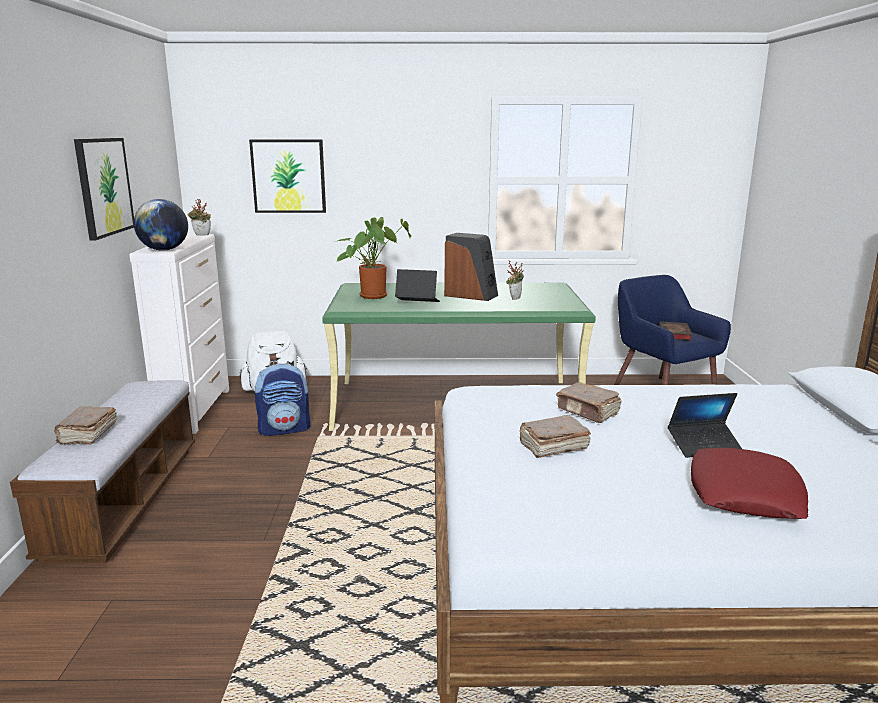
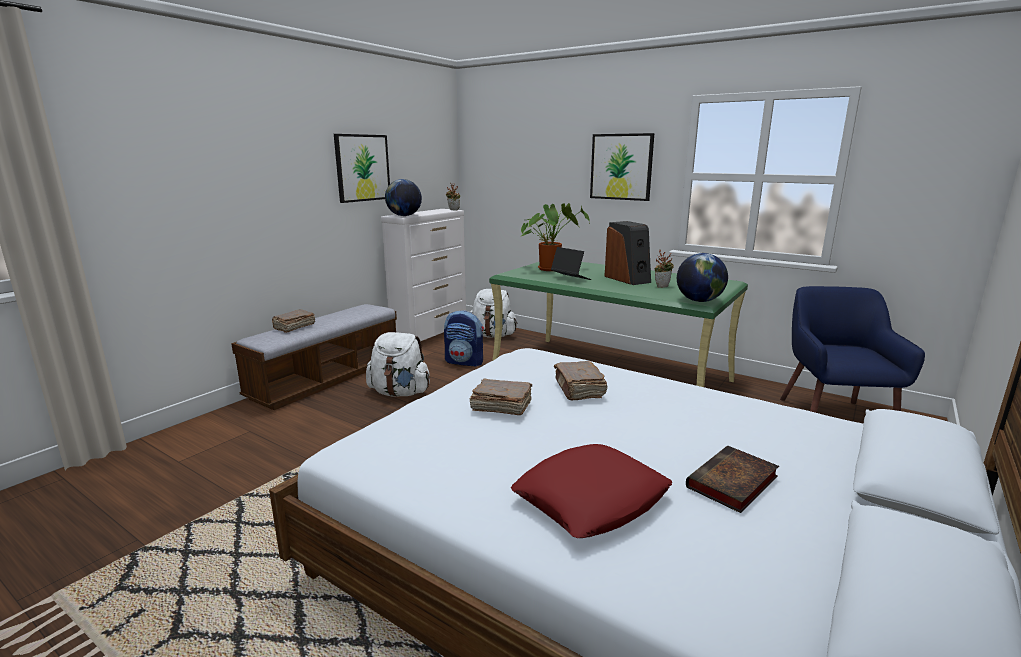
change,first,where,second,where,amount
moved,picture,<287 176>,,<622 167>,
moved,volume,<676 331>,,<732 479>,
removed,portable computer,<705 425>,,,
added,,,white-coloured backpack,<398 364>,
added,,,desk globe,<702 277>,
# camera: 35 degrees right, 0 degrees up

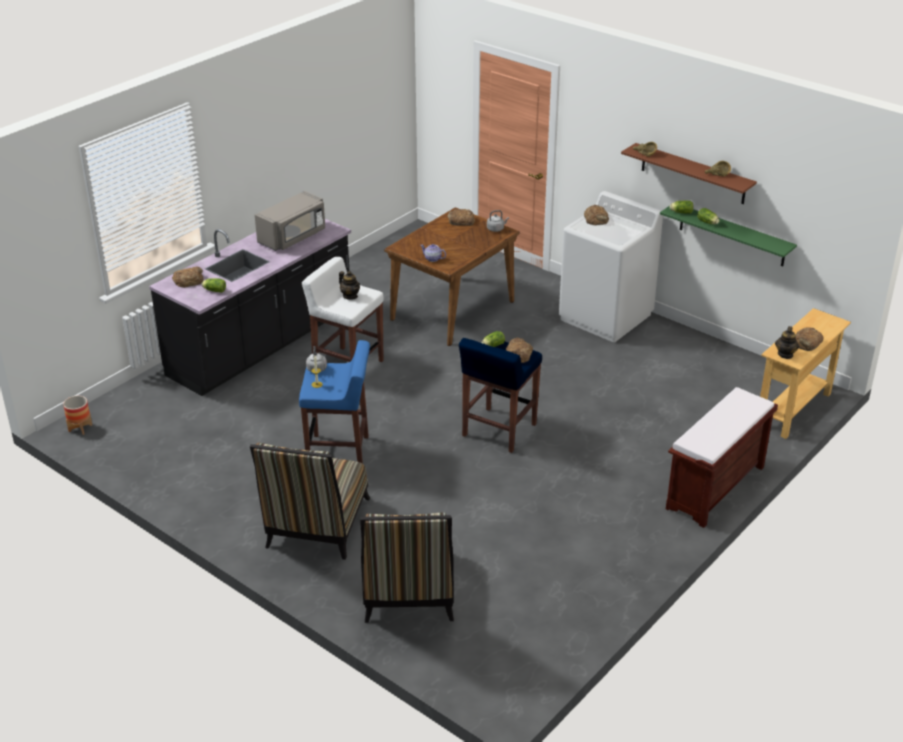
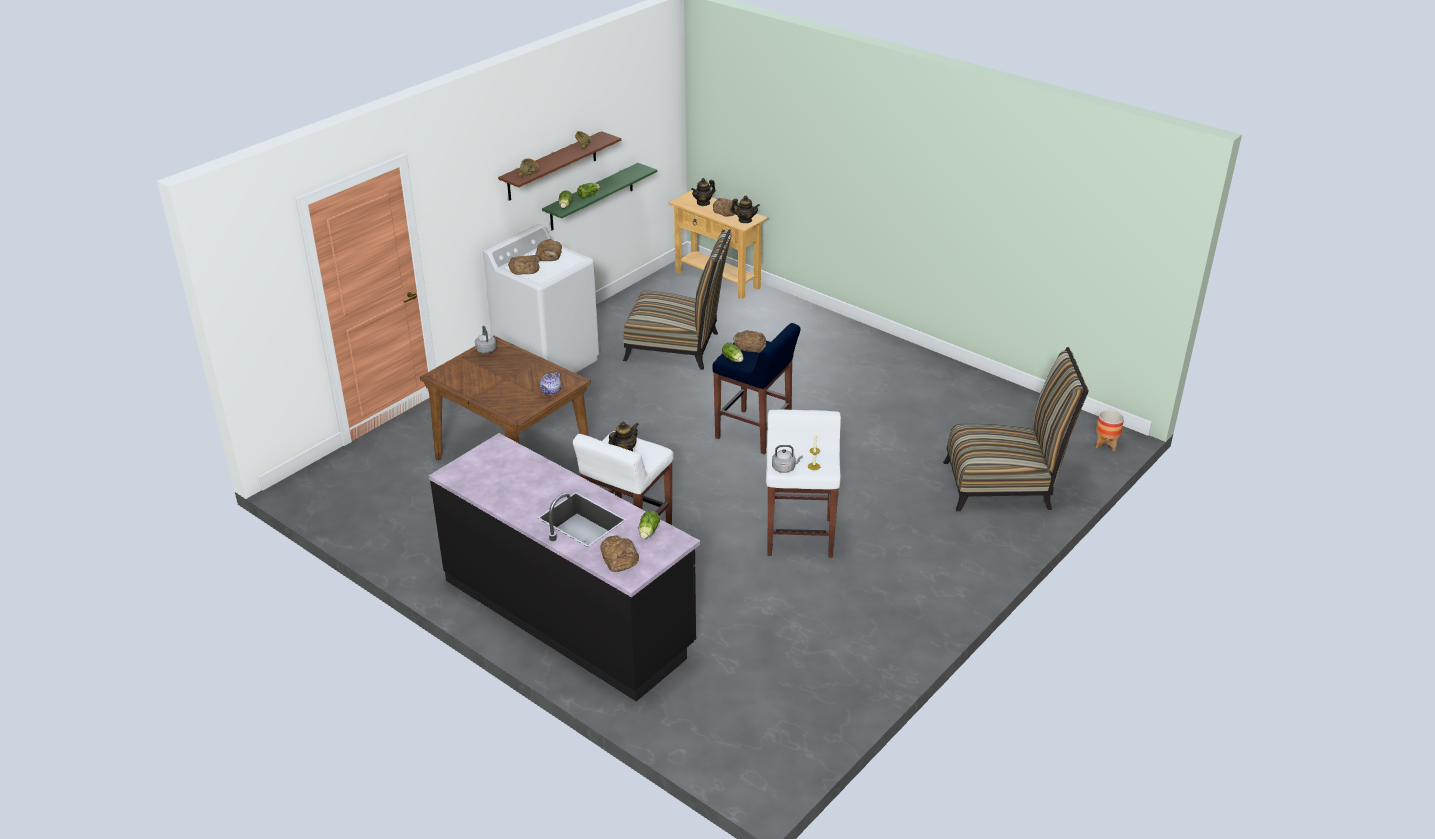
change,first,where,second,where,amount
moved,flower pot,<77 415>,,<1110 430>,
moved,plain chair,<310 501>,,<677 300>,
removed,grey microwave,<290 221>,,,
recoloured,blue stool seat,<334 401>,white-coloured stool seat,<803 483>,
moved,baked bread,<461 217>,,<548 250>,
removed,brown-coloured bench,<722 457>,,,
added,,,teapot,<703 192>,
# camera: 90 degrees left, 0 degrees up

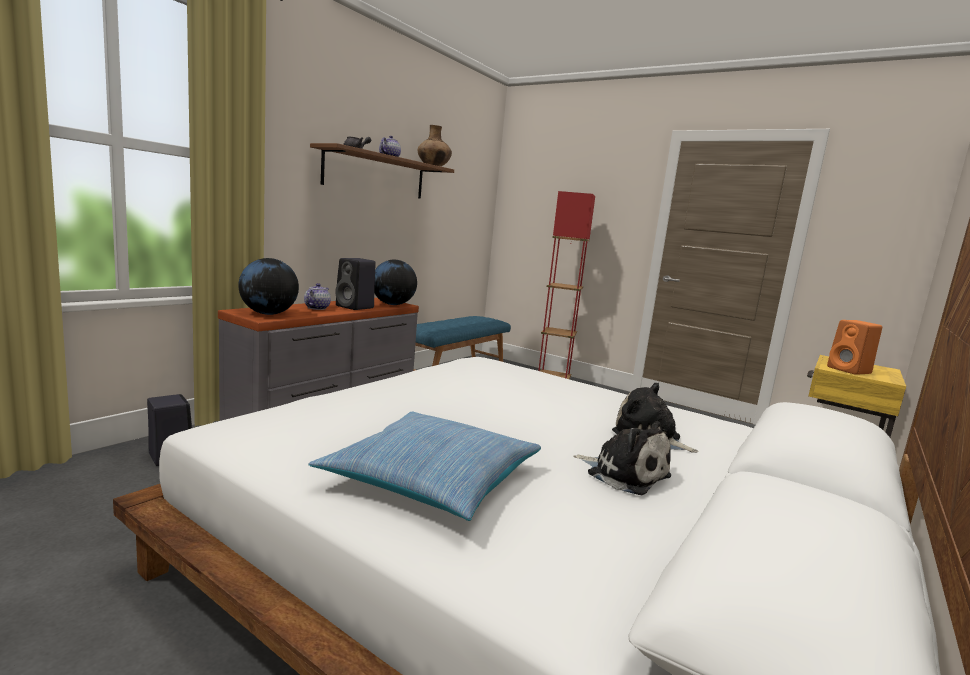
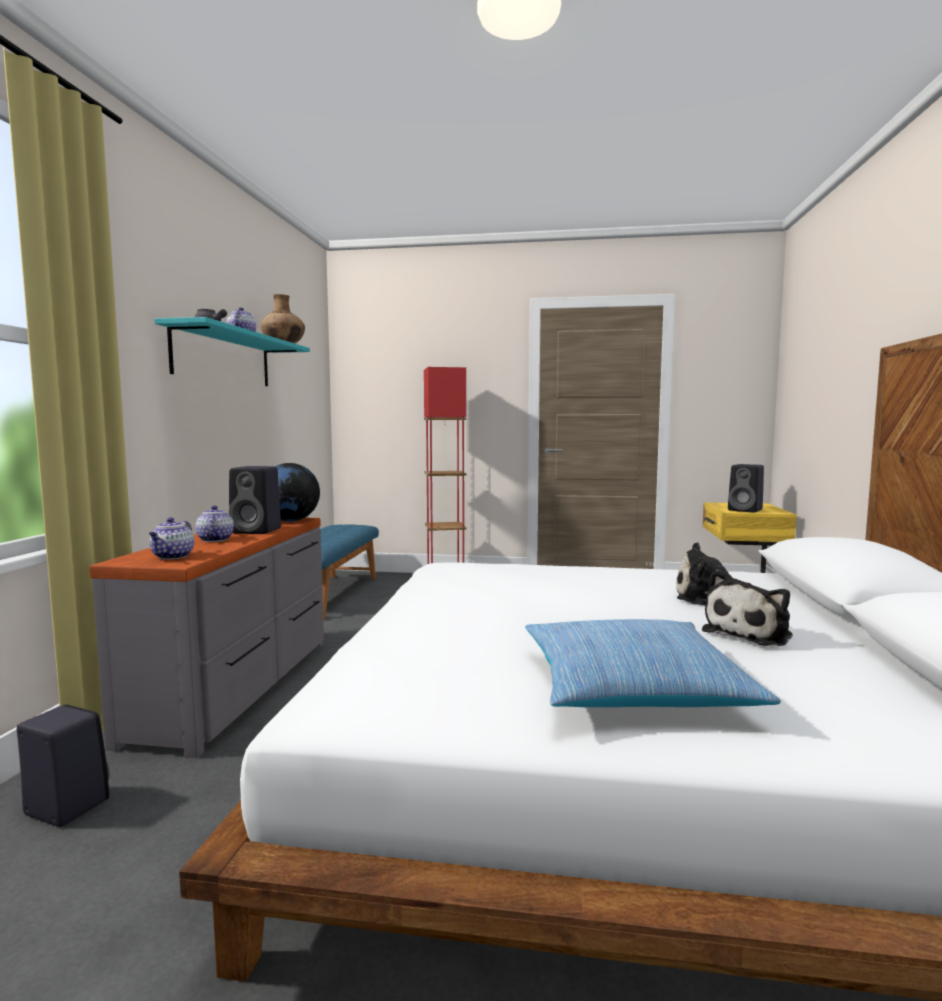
change,first,where,second,where,amount
replaced,desk globe,<268 286>,teapot,<172 538>,
recoloured,brown-coloured shelf,<382 171>,turquoise-coloured shelf,<232 351>,
turned,plush toy,<622 458>,,<747 608>,120 degrees clockwise
recoloured,orangey audio speaker,<854 347>,blackish audio speaker,<746 488>,
# camera: 25 degrees left, 5 degrees down

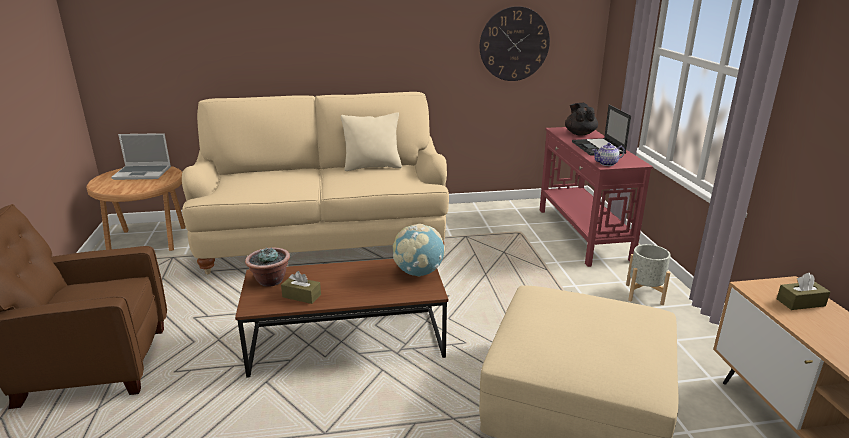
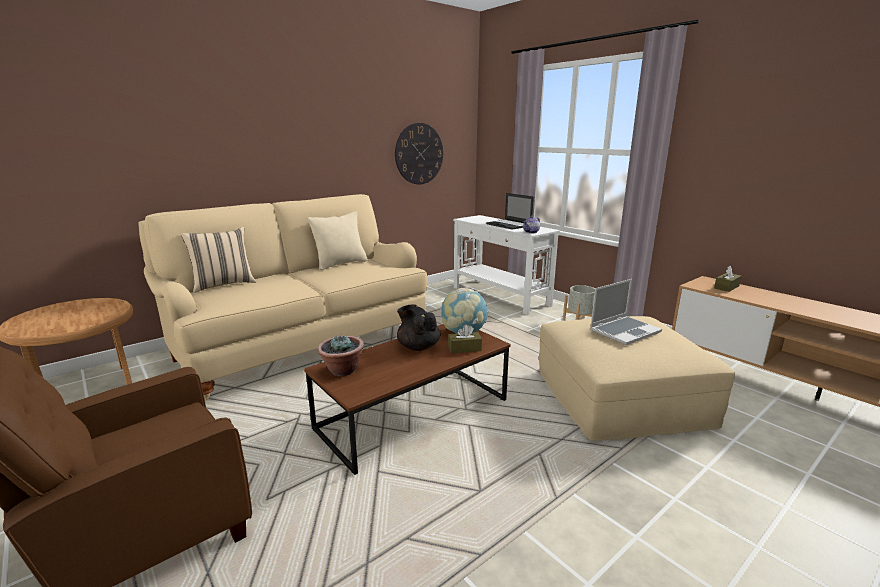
change,first,where,second,where,amount
moved,portable computer,<141 156>,,<626 312>,
moved,brown-coloured tissue box,<301 287>,,<465 339>,
recoloured,reddish narrow table,<596 197>,white-coloured narrow table,<506 265>,
moved,blackish teapot,<581 119>,,<419 327>,
added,,,beige-coloured throw pillow,<218 260>,
# camera: 30 degrees left, 5 degrees down

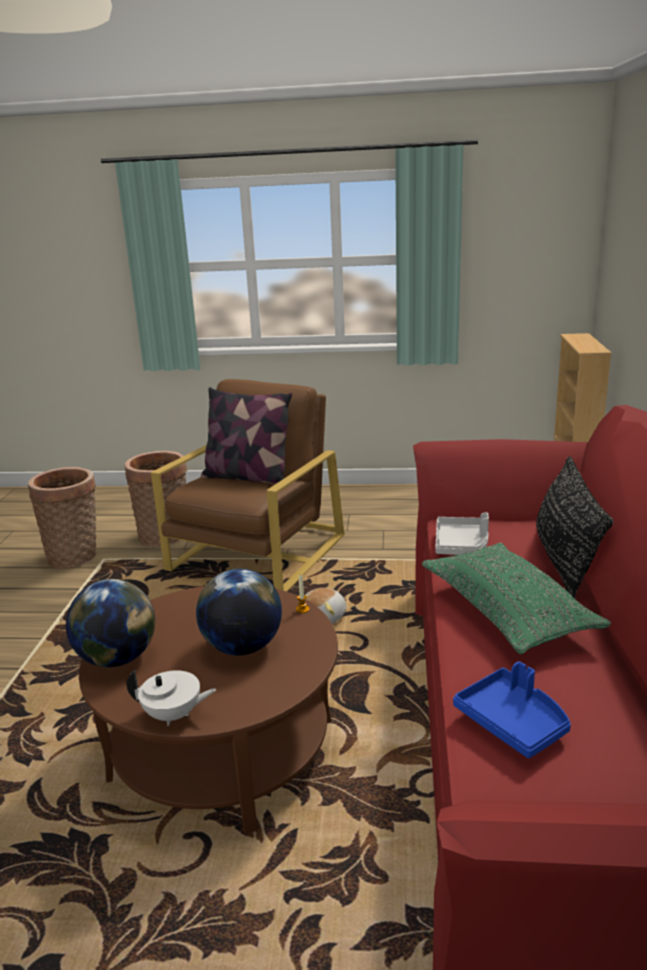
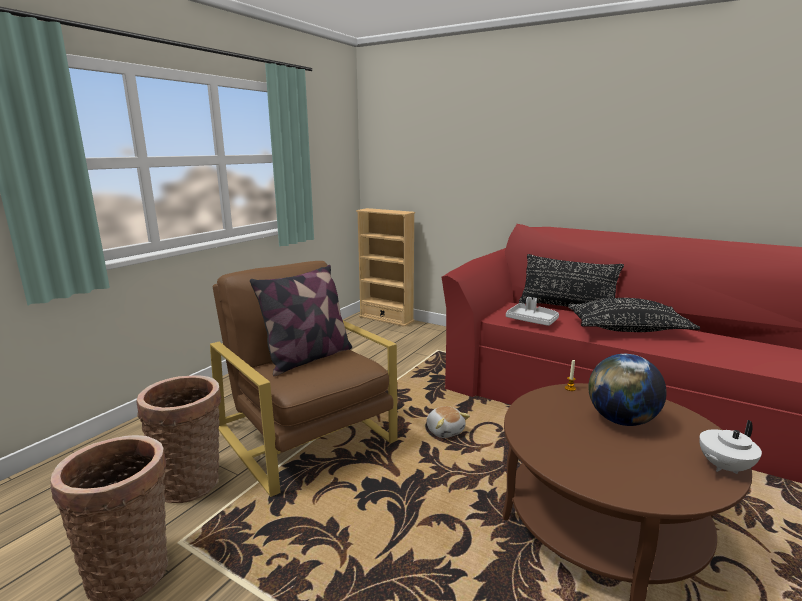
change,first,where,second,where,amount
removed,desk globe,<110 623>,,,
turned,white-coloured teapot,<171 698>,,<730 447>,150 degrees counterclockwise
recoloured,green throw pillow,<516 598>,blackish throw pillow,<634 315>,
removed,blue tray,<512 710>,,,
# camera: 65 degrees left, 5 degrees down

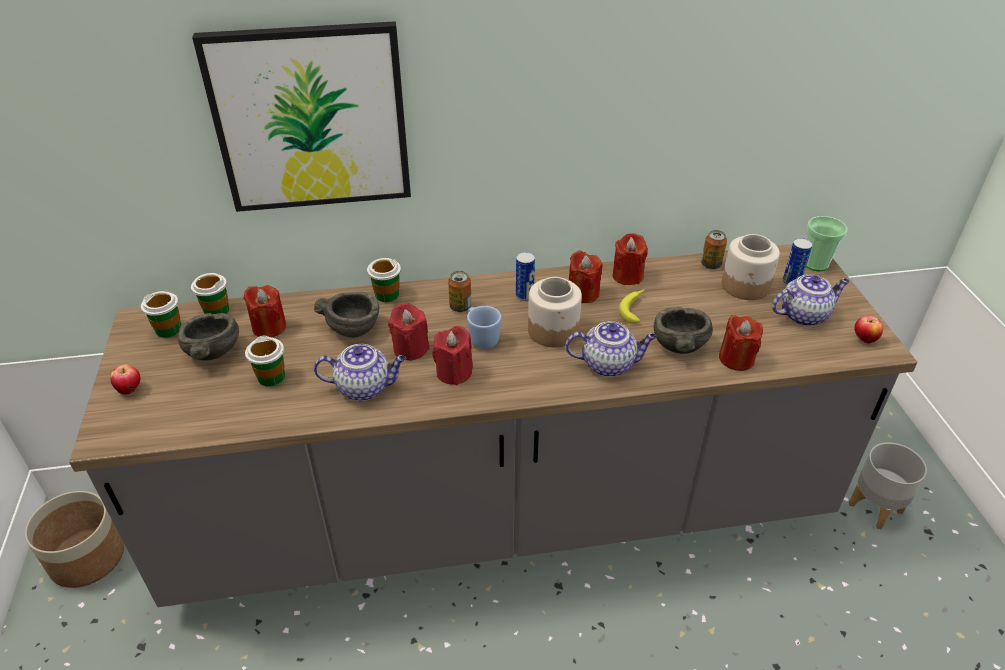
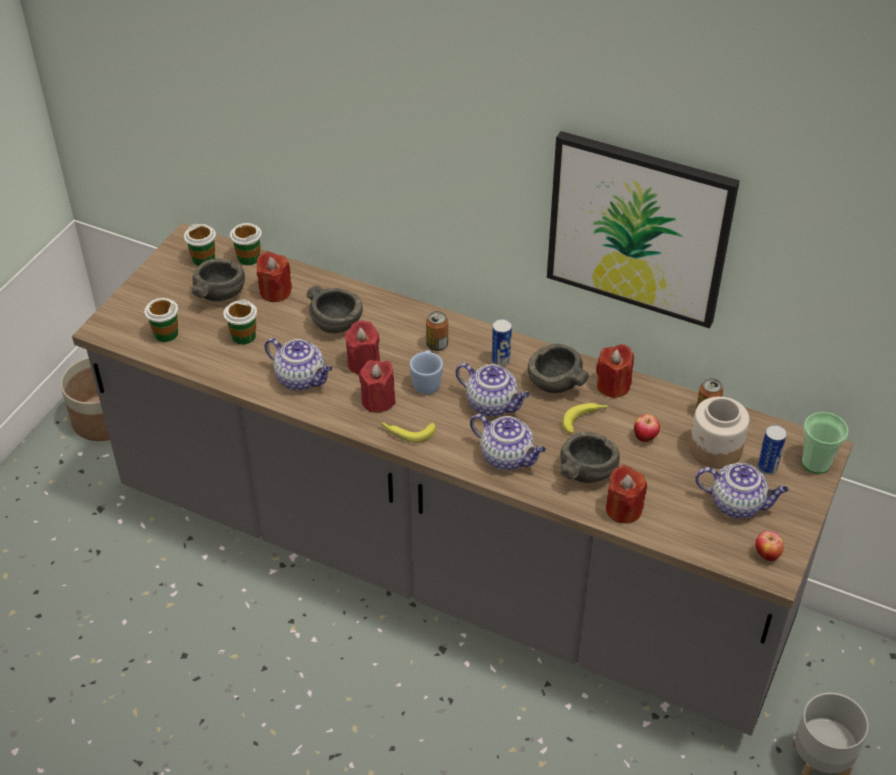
change,first,where,second,where,amount
moved,whole apple,<125 380>,,<647 428>,
moved,picture,<301 116>,,<643 230>,
moved,drinking cup,<384 280>,,<161 320>,
replaced,jar,<555 312>,teapot,<493 390>,
replaced,reddish wax light,<585 277>,grey deep dish,<558 368>,
added,,,whole banana,<408 432>,
# camera: 35 degrees right, 5 degrees up

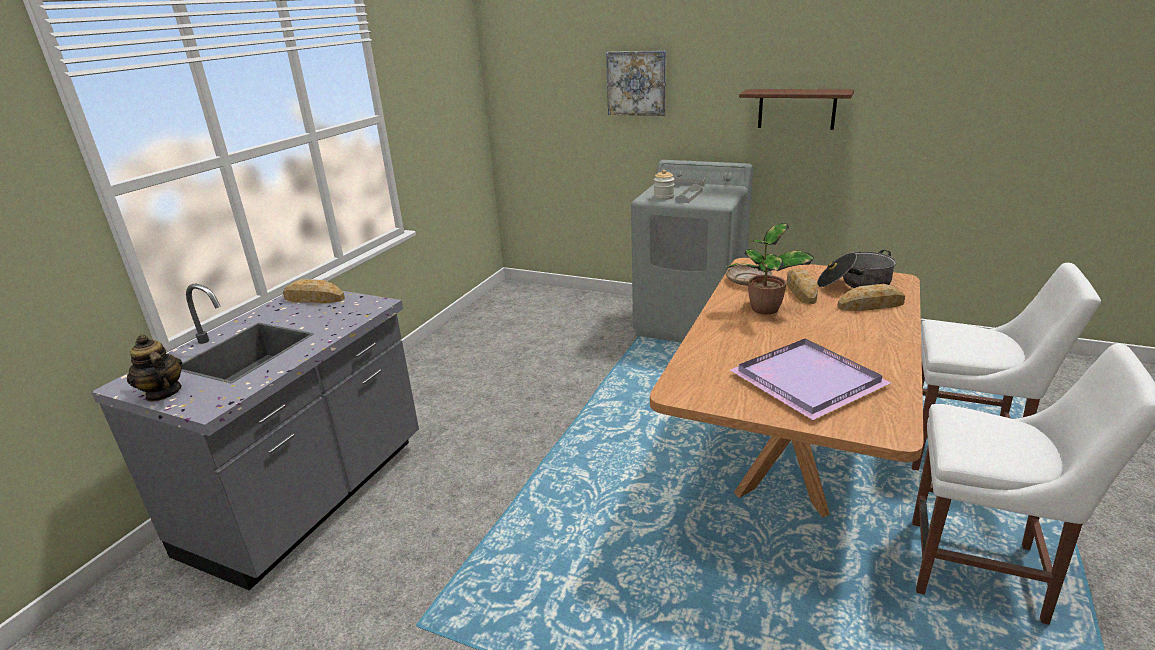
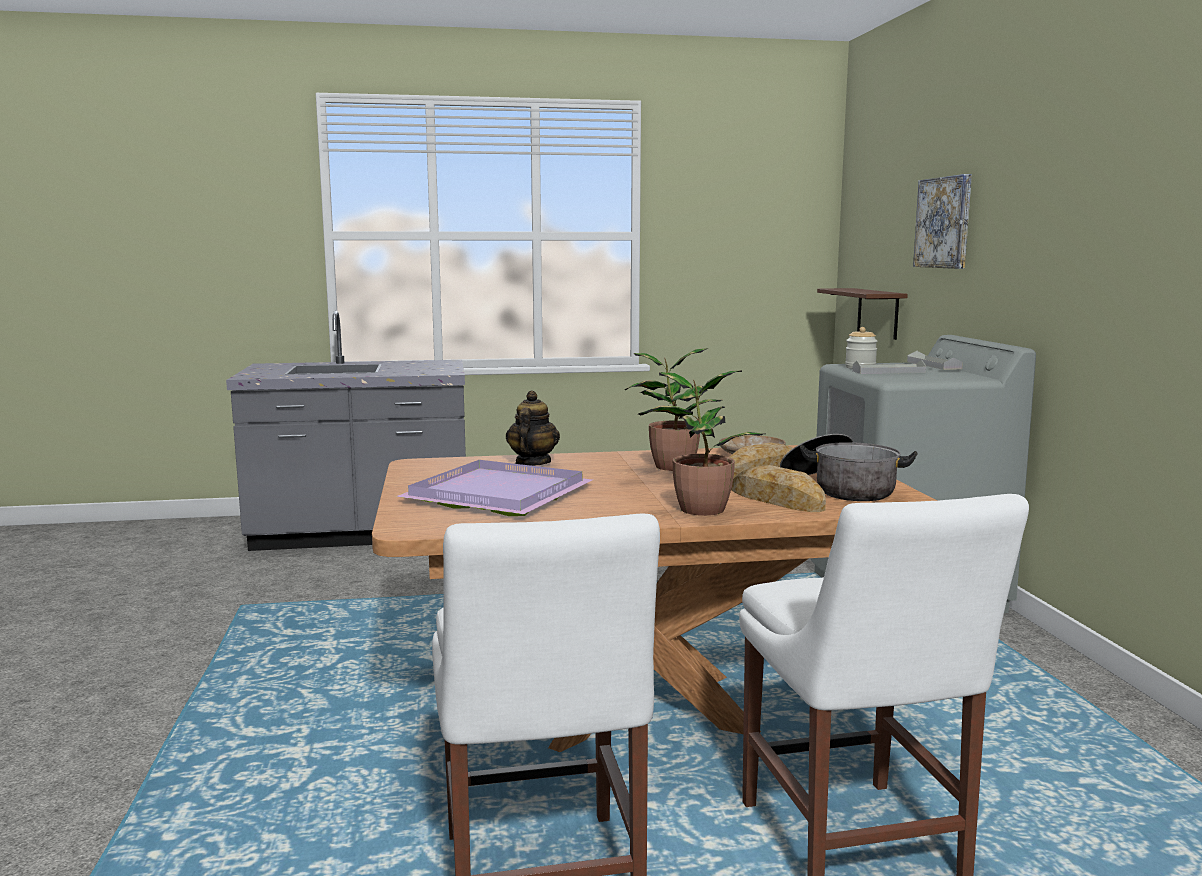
change,first,where,second,where,amount
moved,teapot,<155 368>,,<533 428>,
removed,baked bread,<314 291>,,,
moved,brown-coloured shelf,<796 109>,,<862 314>,
added,,,potted plant,<701 443>,
# camera: 55 degrees right, 15 degrees down

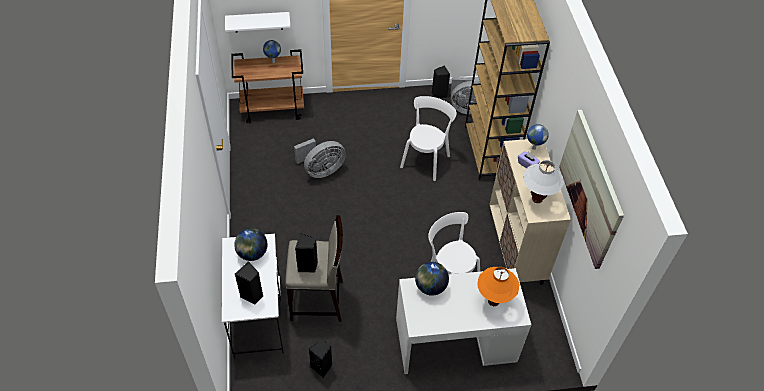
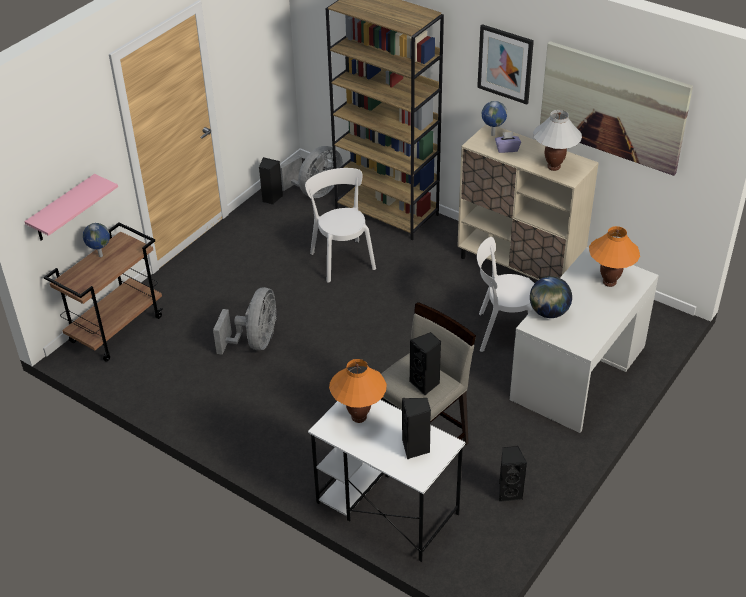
change,first,where,second,where,amount
recoloured,white-coloured shelf,<258 22>,pinkish shelf,<71 207>,
replaced,desk globe,<251 244>,orangey tabletop lamp,<358 391>,
added,,,picture,<505 64>,
# camera: 45 degrees left, 10 degrees down

